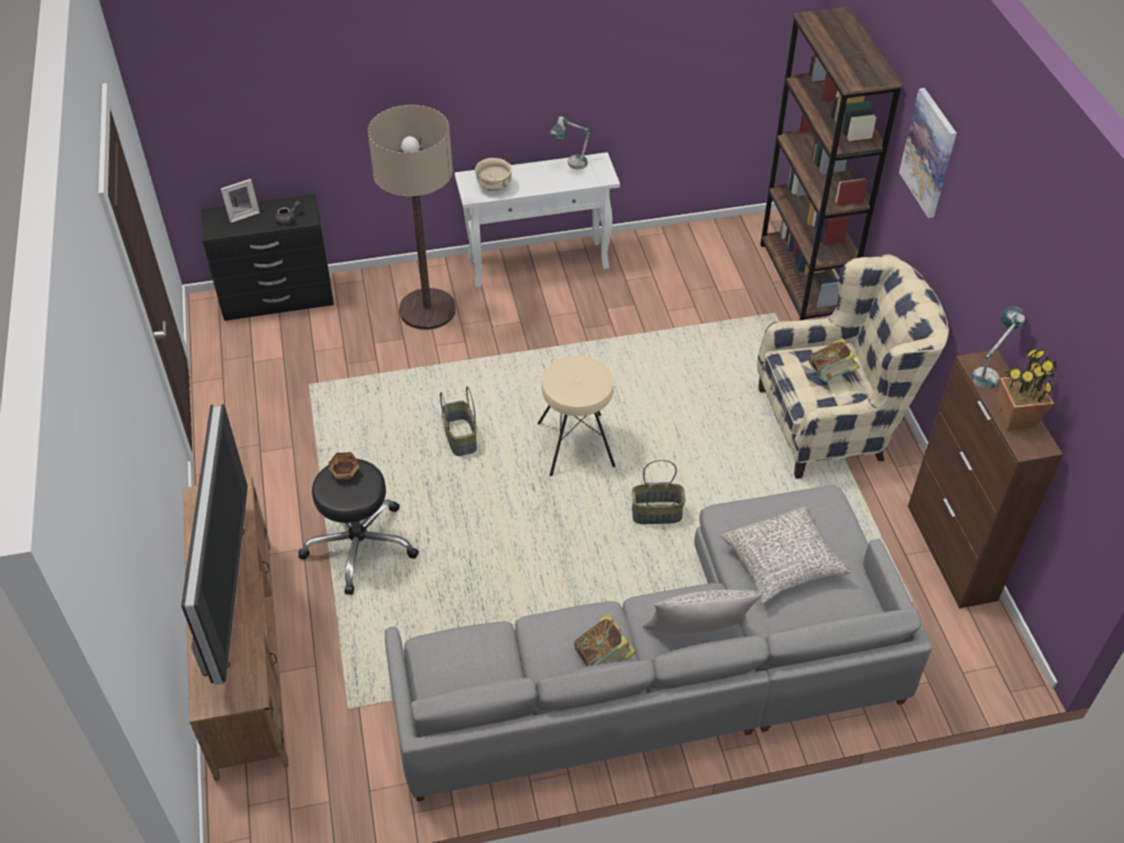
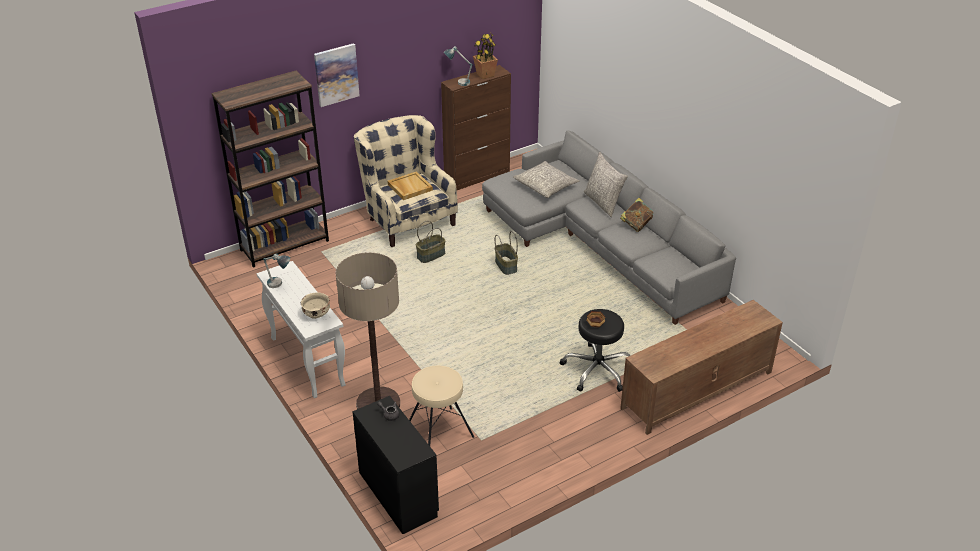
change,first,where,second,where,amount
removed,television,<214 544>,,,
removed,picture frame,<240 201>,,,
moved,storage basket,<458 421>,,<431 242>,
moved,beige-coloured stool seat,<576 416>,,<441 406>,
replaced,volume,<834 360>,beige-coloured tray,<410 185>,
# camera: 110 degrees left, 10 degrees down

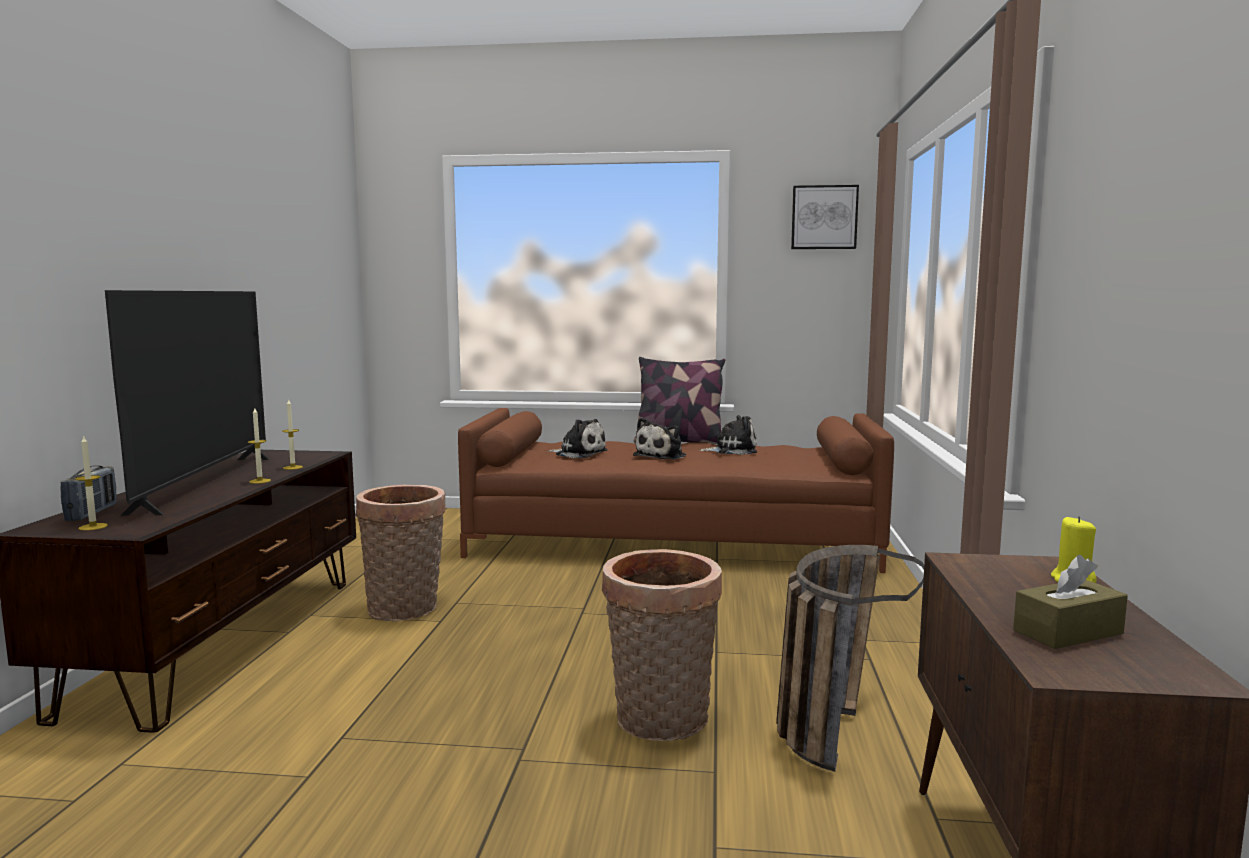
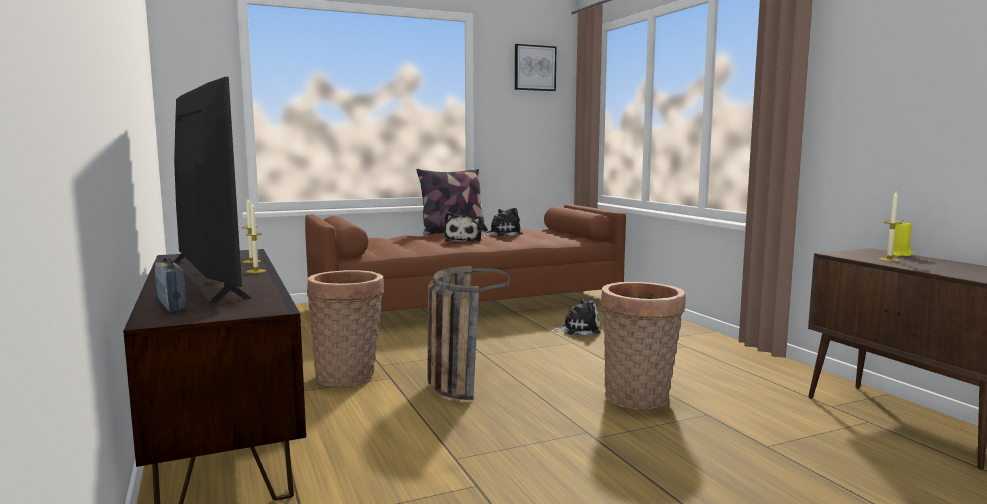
change,first,where,second,where,amount
moved,wax light,<91 483>,,<890 227>,
moved,plush toy,<577 438>,,<575 317>,
moved,storage basket,<850 658>,,<468 333>,
removed,brown-coloured tissue box,<1070 601>,,,
# camera: 30 degrees left, 0 degrees up

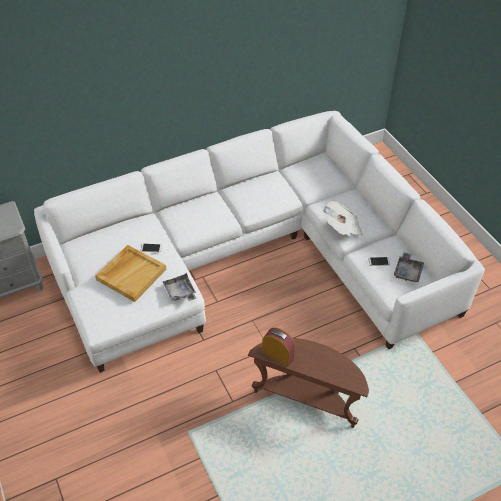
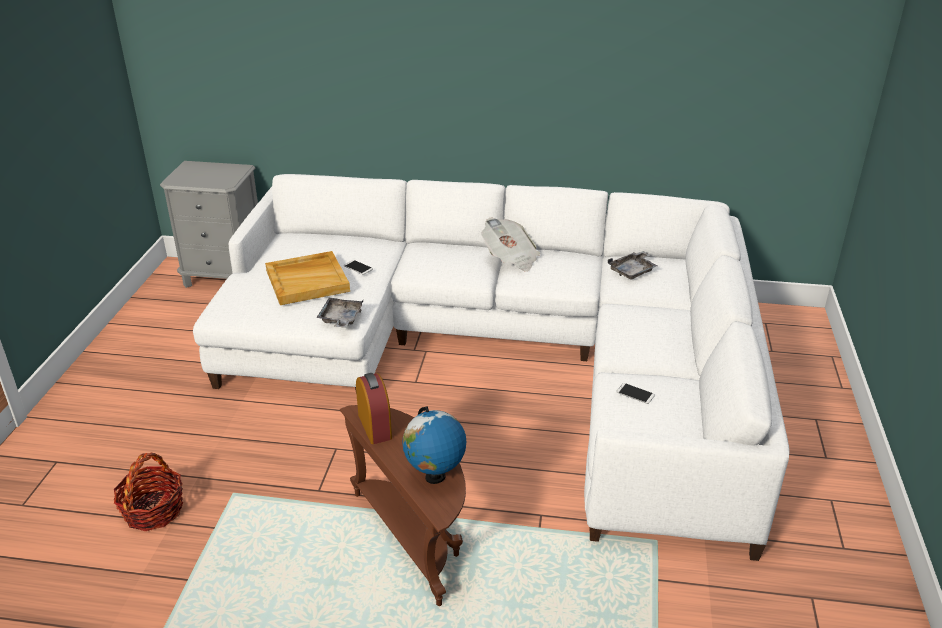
change,first,where,second,where,amount
moved,newspaper,<342 218>,,<510 244>,
moved,grey tray,<409 267>,,<632 265>,
added,,,storage basket,<148 492>,
added,,,desk globe,<434 445>,
# camera: 35 degrees right, 15 degrees down

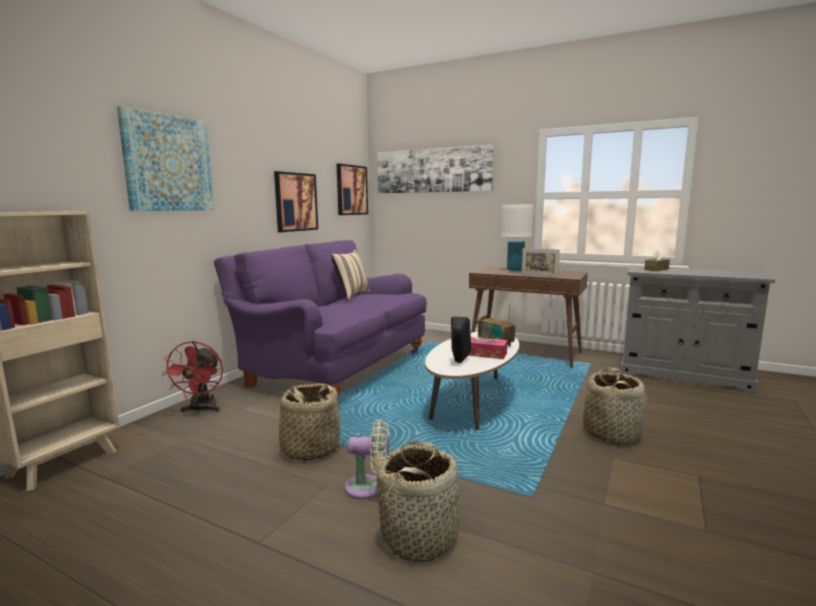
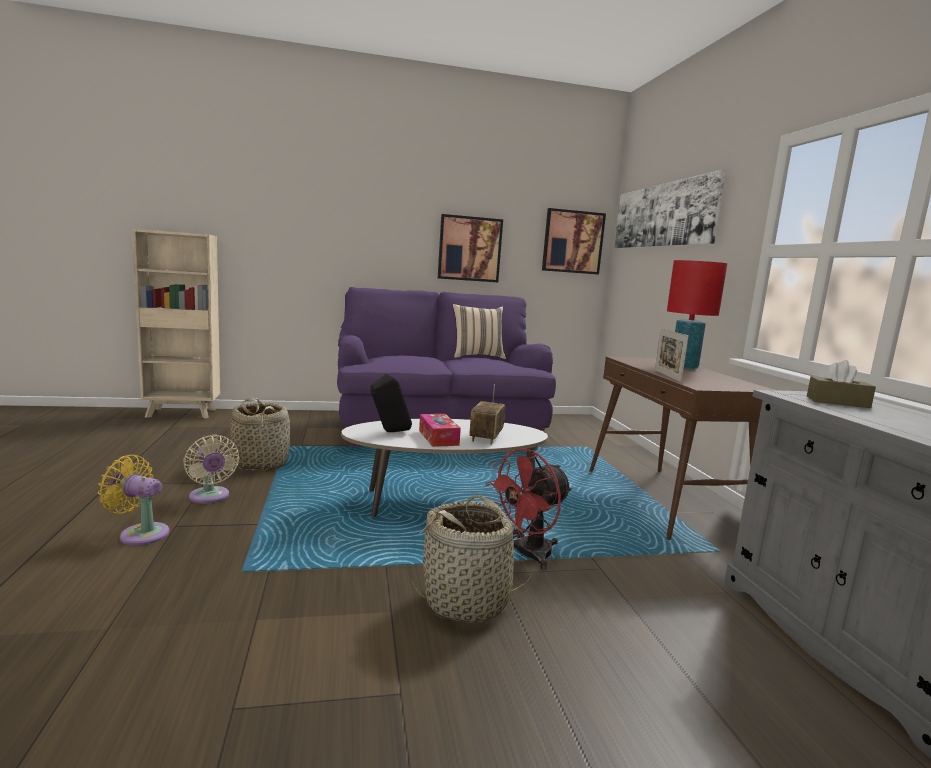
change,first,where,second,where,amount
removed,picture,<165 158>,,,
moved,reddish cooling fan,<192 377>,,<528 509>,
replaced,storage basket,<418 501>,yellow-coloured cooling fan,<134 500>,
recoloured,white-coloured tabletop lamp,<517 237>,reddish tabletop lamp,<697 314>,
# camera: 50 degrees right, 0 degrees up

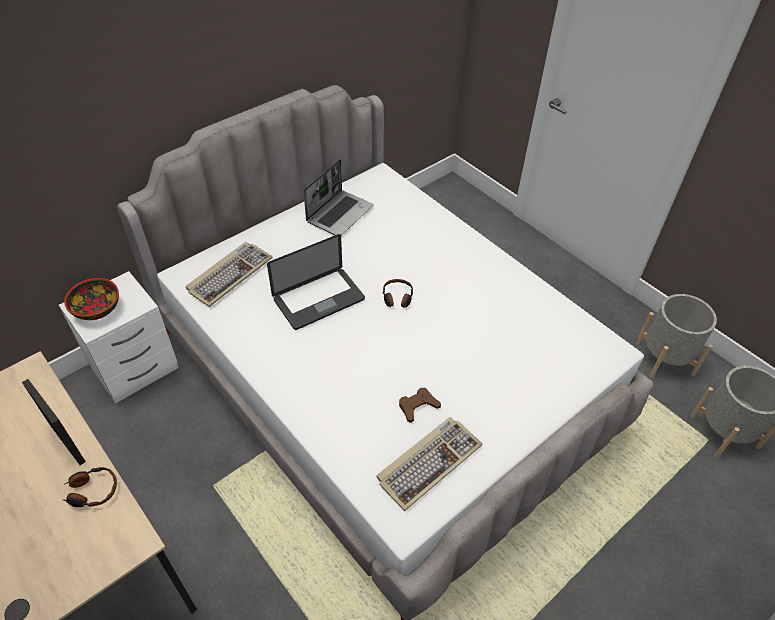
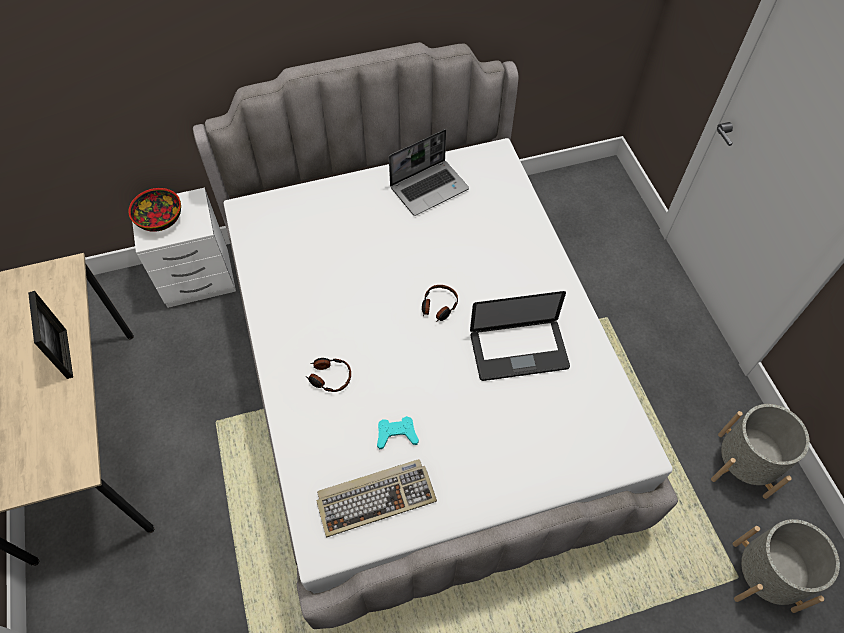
change,first,where,second,where,amount
moved,headset,<90 487>,,<328 375>,
removed,computer keyboard,<229 274>,,,
moved,portable computer,<316 282>,,<520 336>,
recoloured,brown-coloured joypad,<420 405>,turquoise-coloured joypad,<398 432>,
# camera: 25 degrees right, 10 degrees up

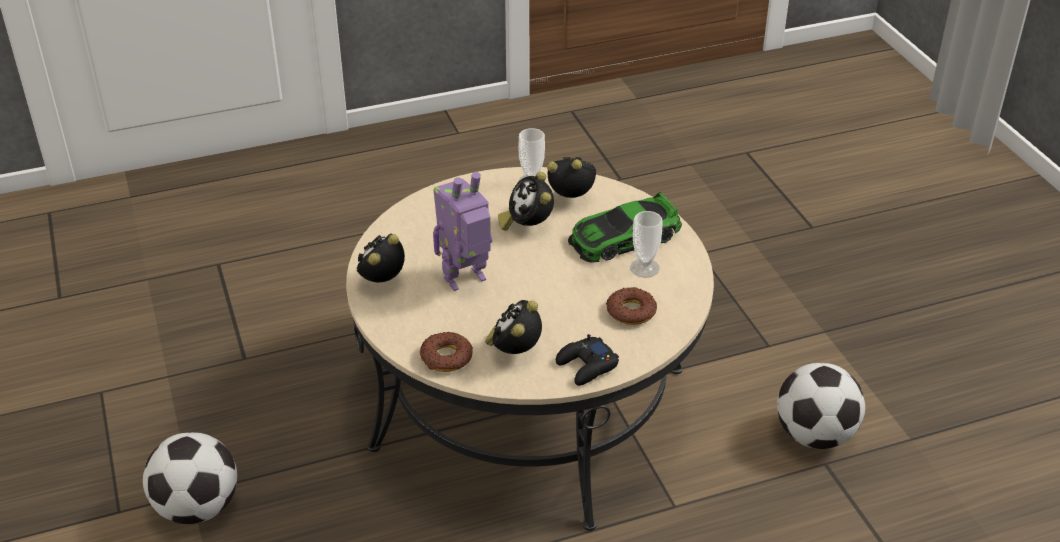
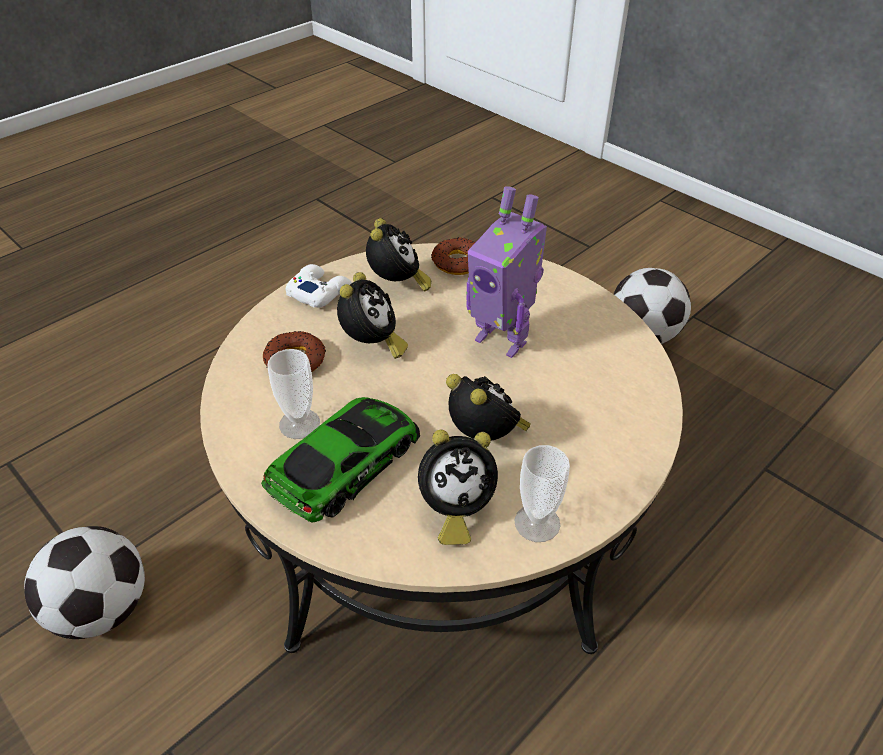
change,first,where,second,where,amount
moved,alarm clock,<381 258>,,<372 315>,
turned,robot figure,<462 231>,,<506 272>,90 degrees clockwise
recoloured,blackish joypad,<587 360>,white-coloured joypad,<319 286>,
# camera: 155 degrees right, 5 degrees up

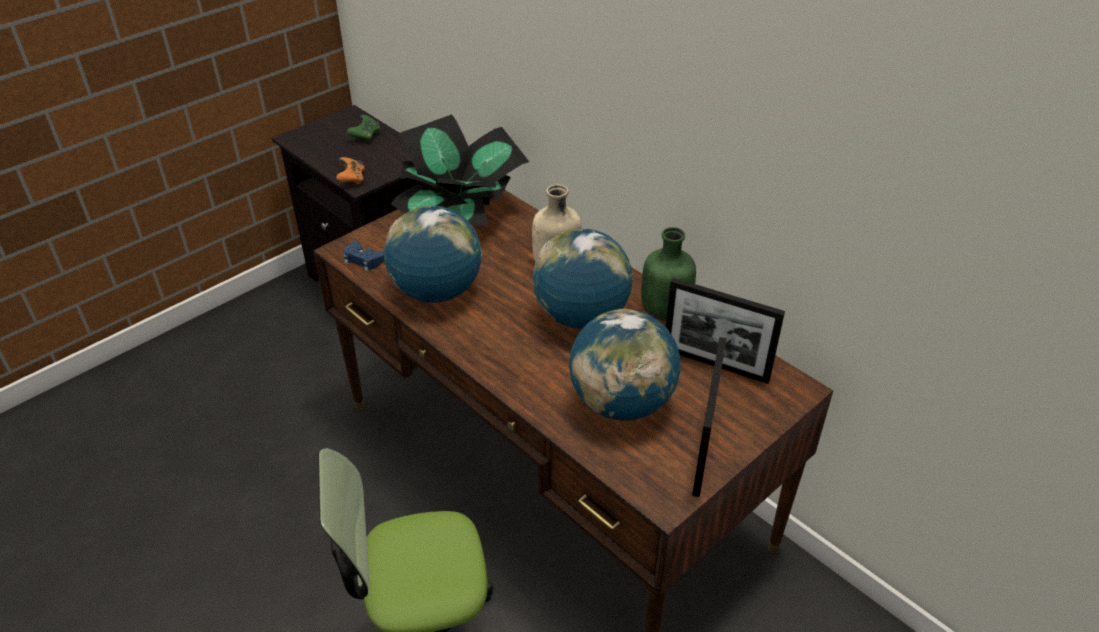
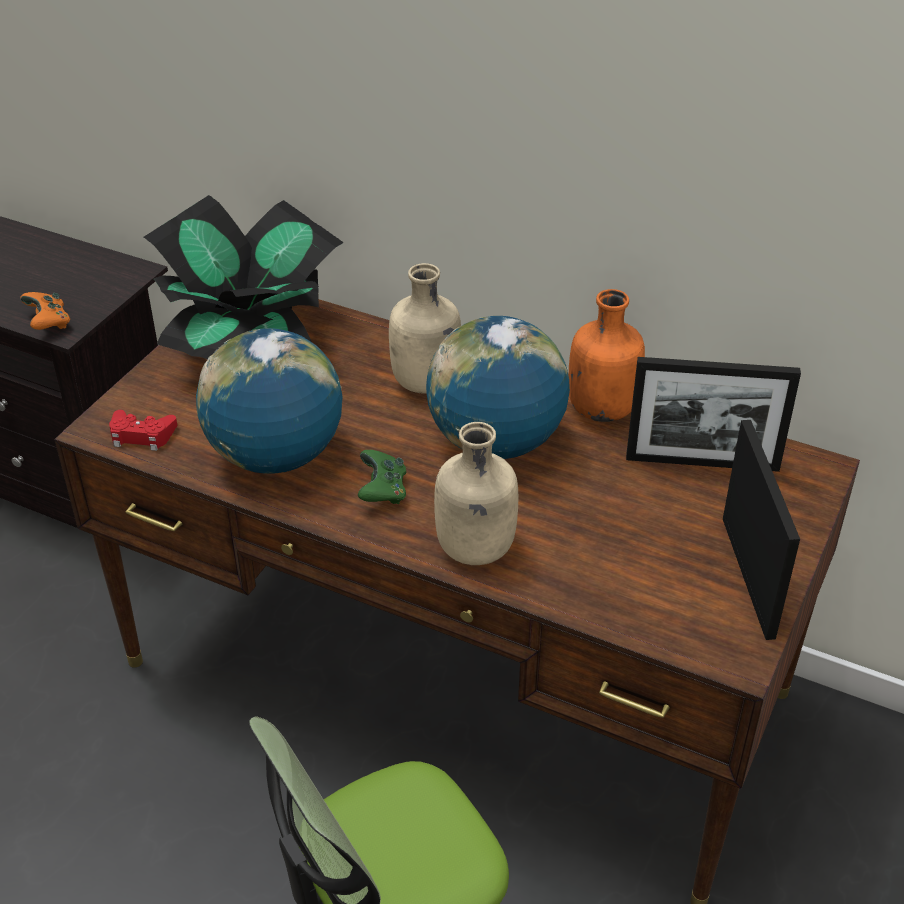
change,first,where,second,where,amount
recoloured,blue joypad,<363 256>,reddish joypad,<143 430>,
moved,green joypad,<363 129>,,<382 477>,
removed,desk globe,<625 365>,,,
recoloured,green beverage bottle,<668 274>,orangey beverage bottle,<607 355>,
added,,,beige-coloured beverage bottle,<476 493>,
# camera: 20 degrees left, 0 degrees up

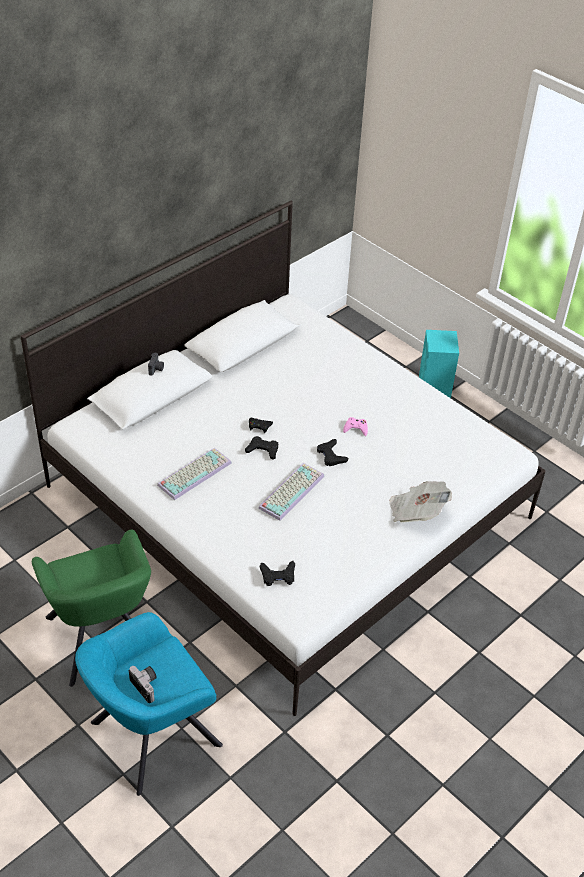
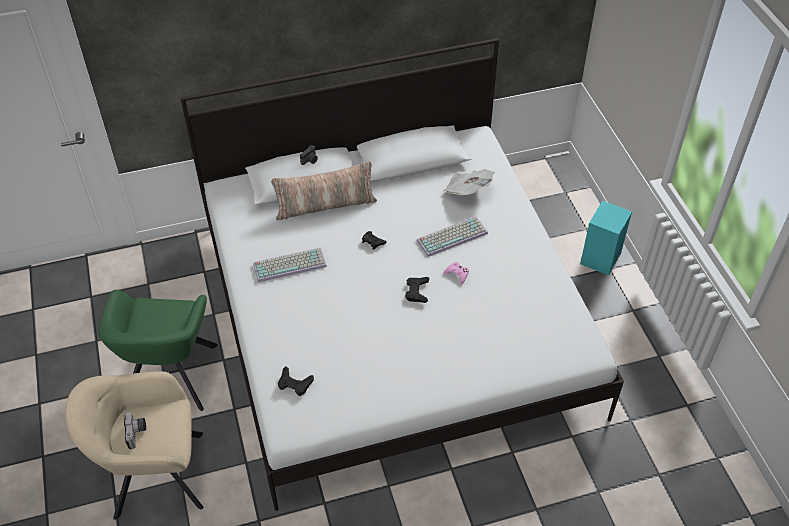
change,first,where,second,where,amount
recoloured,turquoise-coloured armchair,<149 704>,beige-coloured armchair,<134 445>,
removed,blackish joypad,<261 448>,,,
moved,computer keyboard,<291 492>,,<452 237>,
moved,newspaper,<420 501>,,<469 182>,
added,,,throw pillow,<324 190>,
# camera: 30 degrees right, 5 degrees up

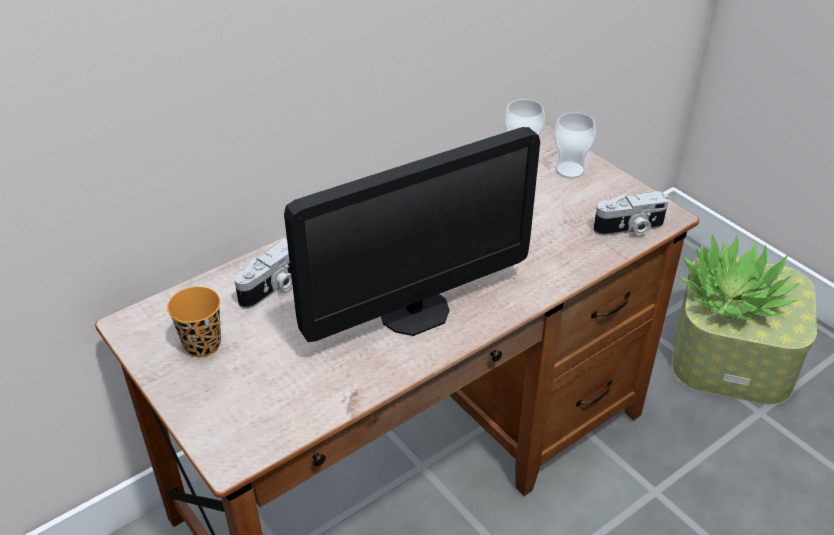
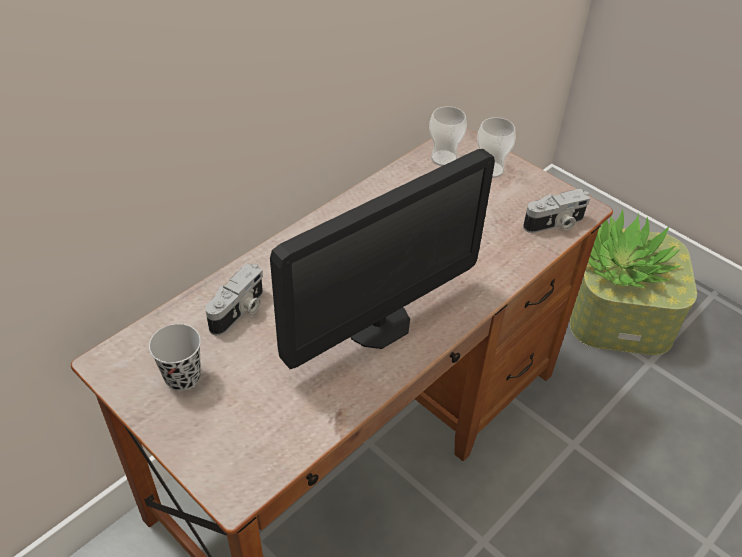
change,first,where,second,where,amount
recoloured,orangey drinking cup,<194 322>,blackish drinking cup,<175 357>,
# camera: 10 degrees left, 5 degrees up

